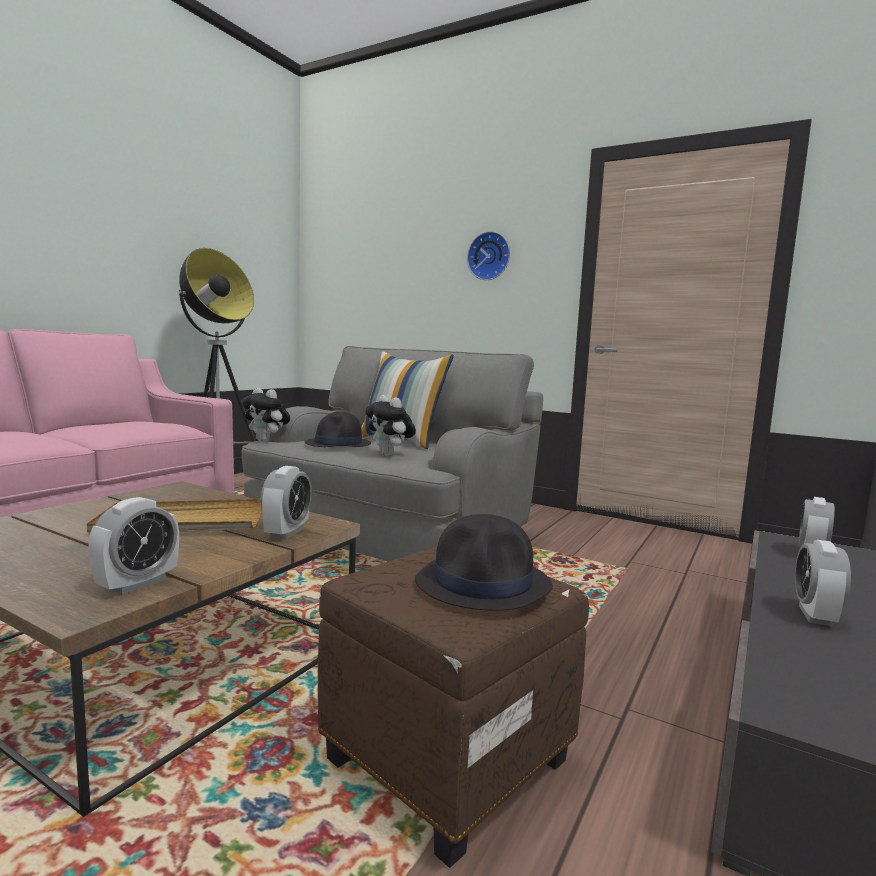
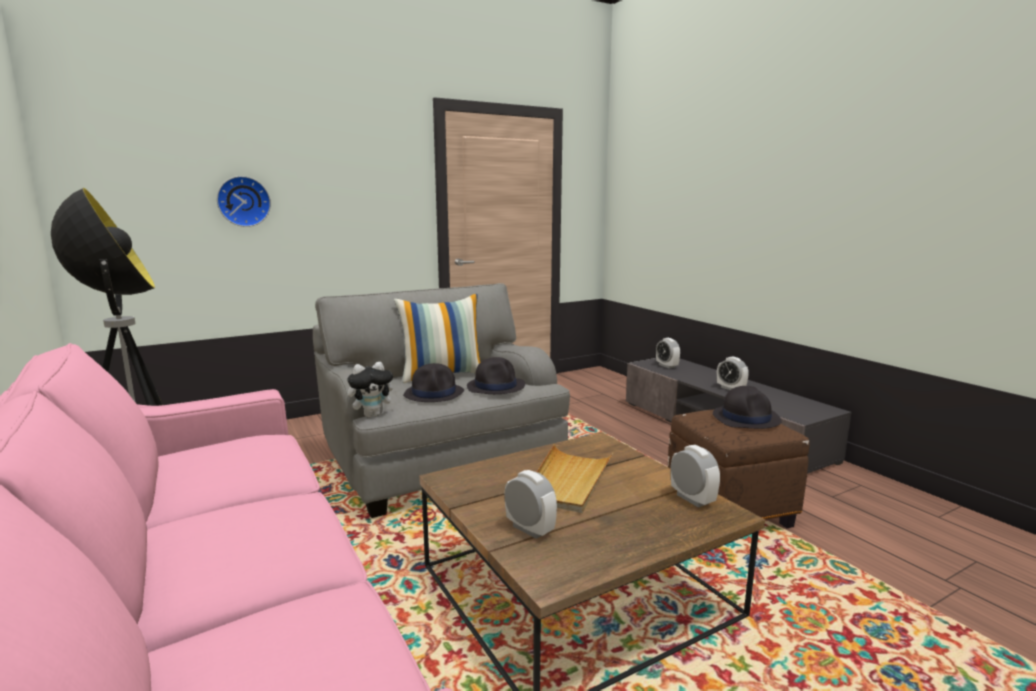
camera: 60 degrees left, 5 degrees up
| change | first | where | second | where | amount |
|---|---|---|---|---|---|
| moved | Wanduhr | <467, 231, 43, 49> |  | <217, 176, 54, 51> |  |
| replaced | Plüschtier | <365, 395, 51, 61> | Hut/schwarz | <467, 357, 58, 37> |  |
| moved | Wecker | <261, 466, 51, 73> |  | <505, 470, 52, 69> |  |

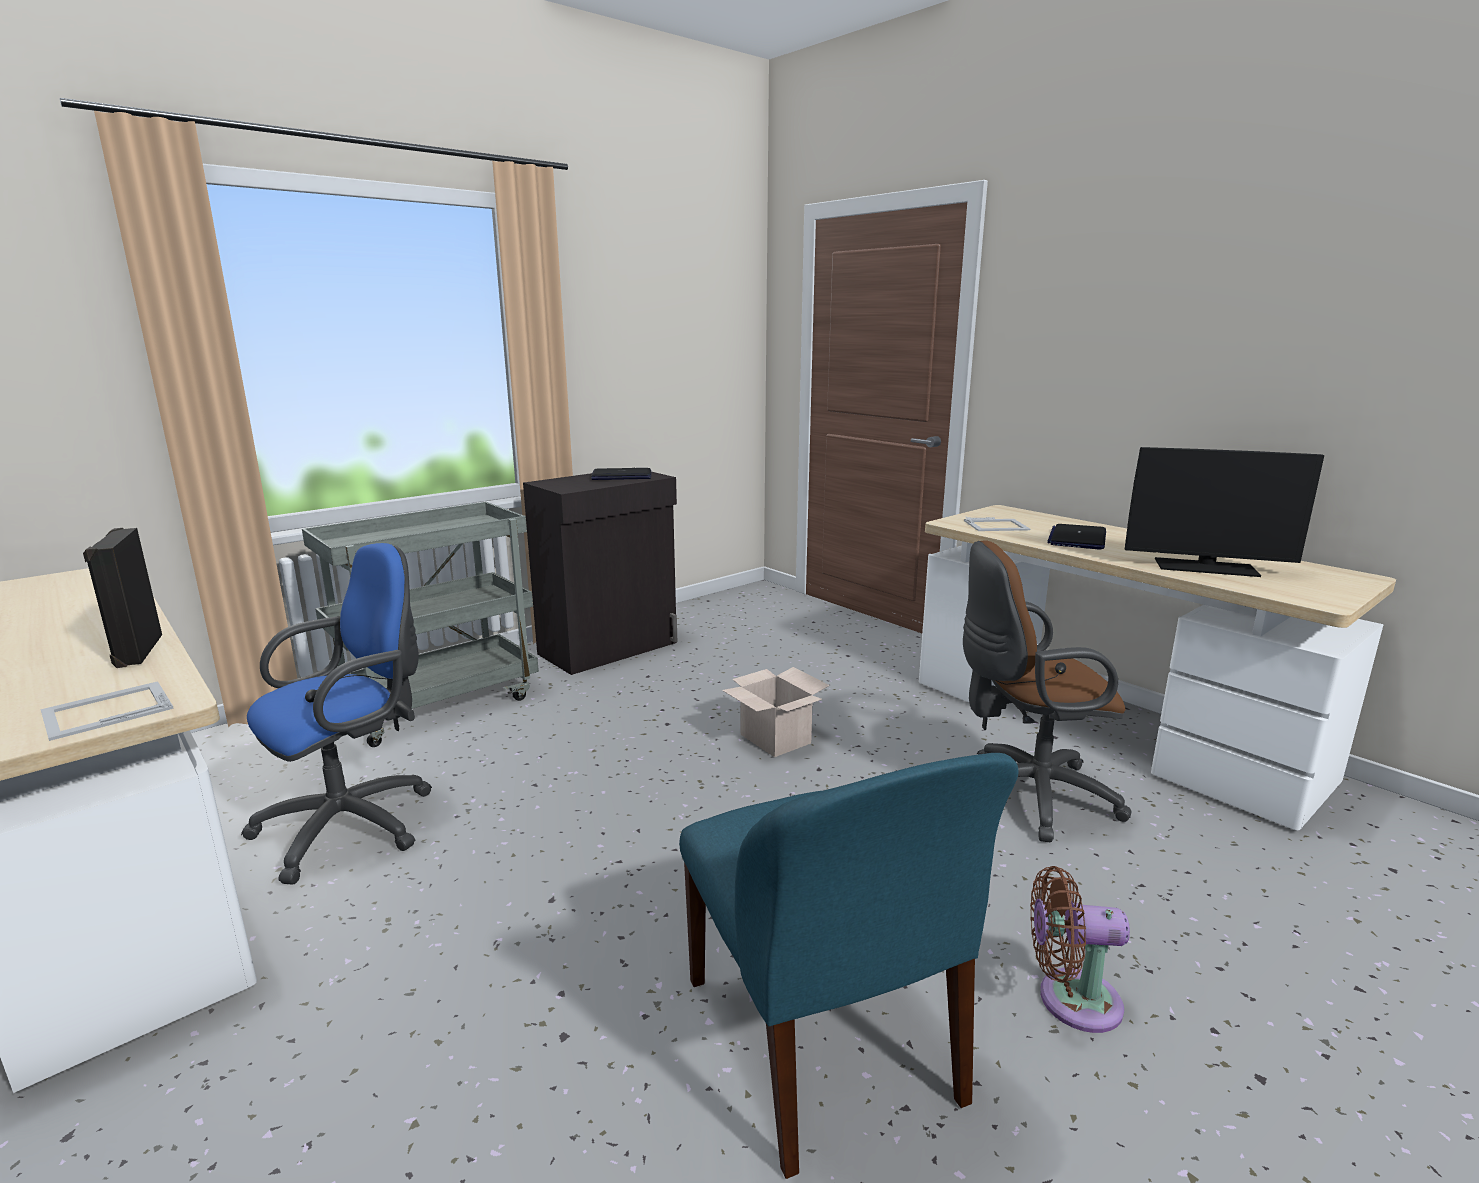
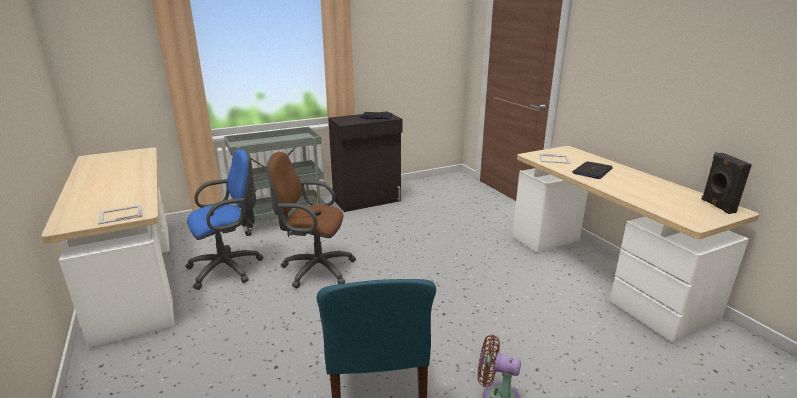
camera: 15 degrees right, 5 degrees up
| change | first | where | second | where | amount |
|---|---|---|---|---|---|
| moved | Bürostuhl/braun | <963, 540, 168, 302> |  | <267, 152, 89, 136> |  |
| moved | Lautsprecher/schwarz | <83, 528, 79, 140> |  | <702, 152, 50, 62> |  |
| removed | Karton | <722, 667, 108, 90> |  |  |  |
| removed | Monitor | <1125, 447, 199, 130> |  |  |  |

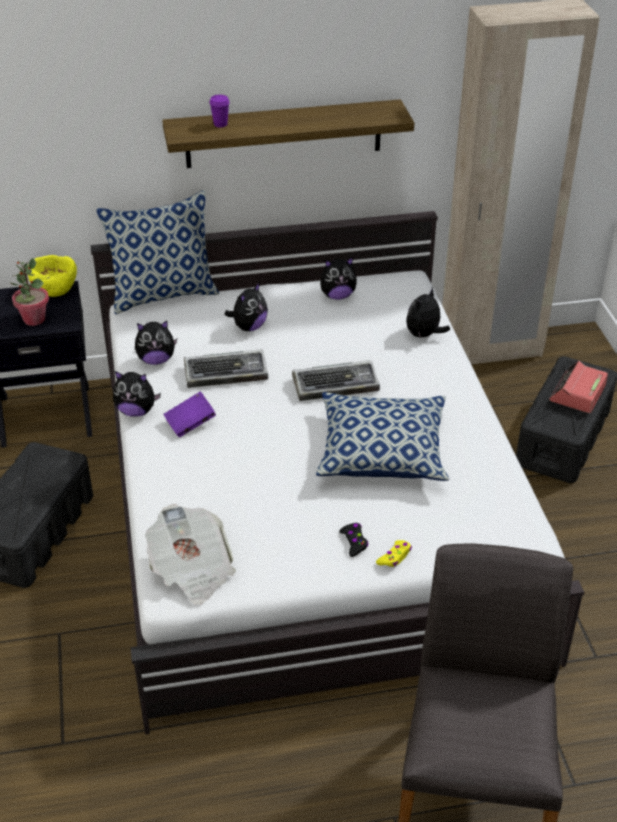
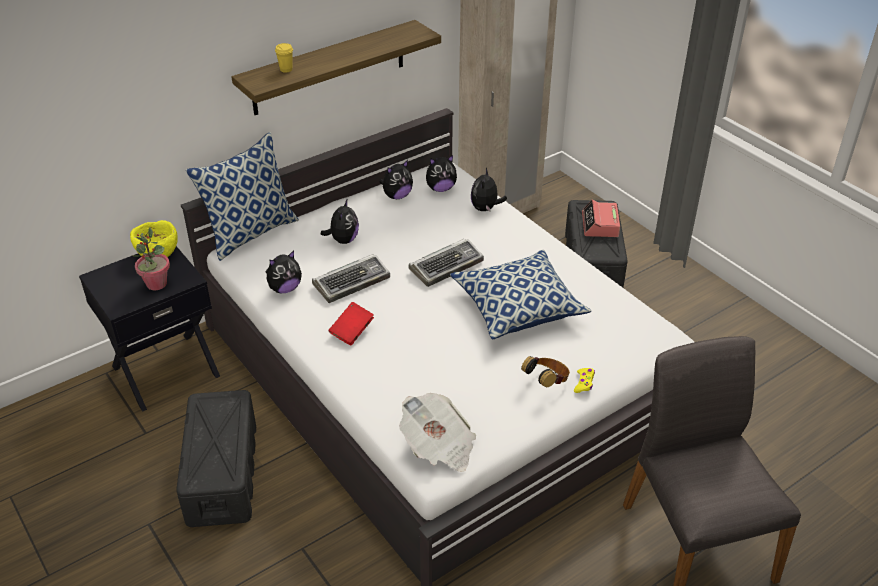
camera: 25 degrees left, 0 degrees up
| change | first | where | second | where | amount |
|---|---|---|---|---|---|
| recoloured | Tasse/lila | <209, 95, 21, 32> | Tasse/gelb | <275, 43, 18, 30> |  |
| recoloured | Buch/lila | <164, 392, 52, 45> | Buch/rot | <328, 302, 46, 43> |  |
| moved | Plüschtier | <113, 371, 48, 46> |  | <426, 155, 31, 37> |  |
| replaced | Gamepad/schwarz | <339, 523, 29, 34> | Kopfhörer | <521, 356, 49, 31> |  |

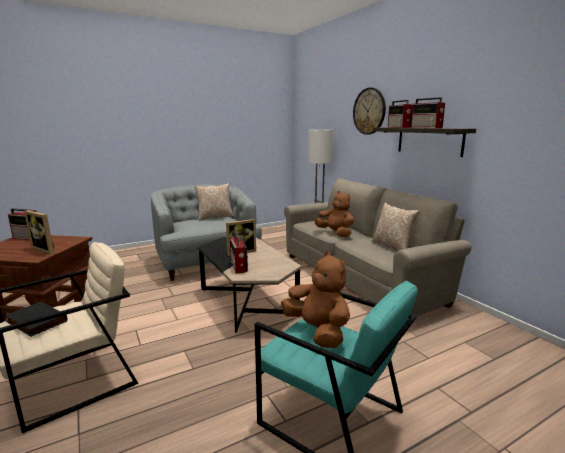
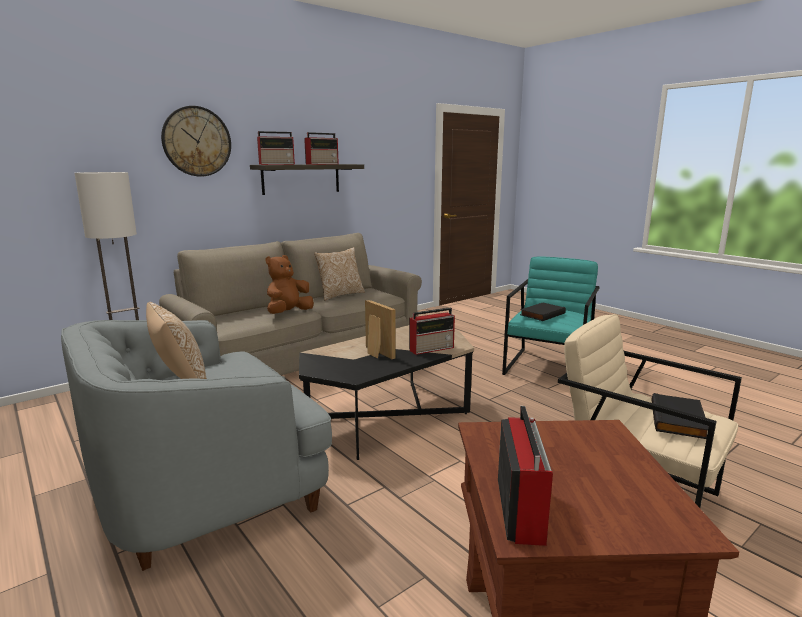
camera: 100 degrees left, 0 degrees up
| change | first | where | second | where | amount |
|---|---|---|---|---|---|
| replaced | Plüschtier/braun | <281, 252, 69, 96> | Buch/schwarz | <520, 303, 46, 18> |  |
| removed | Bilderrahmen | <24, 210, 31, 45> |  |  |  |

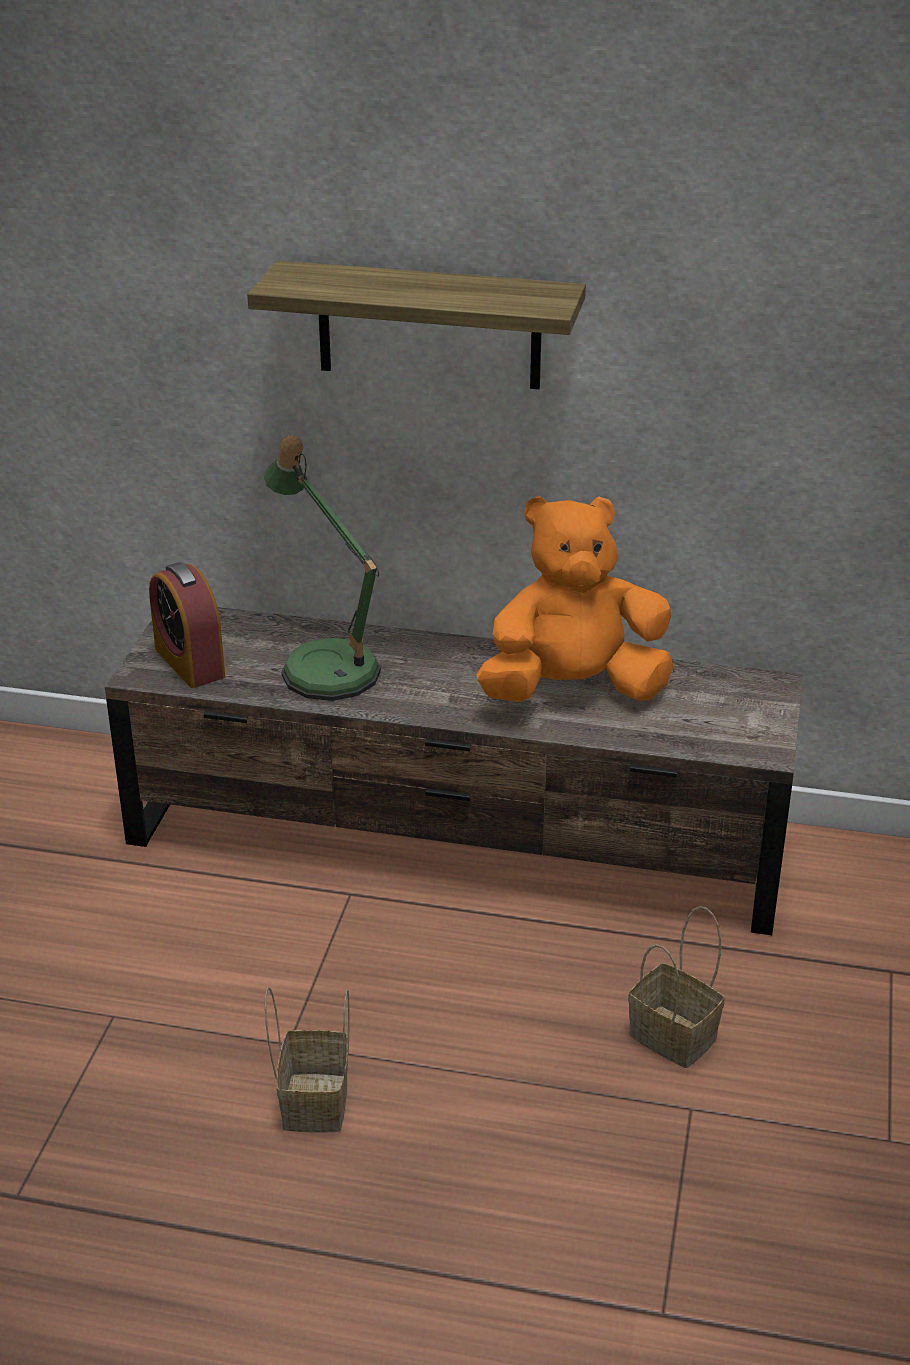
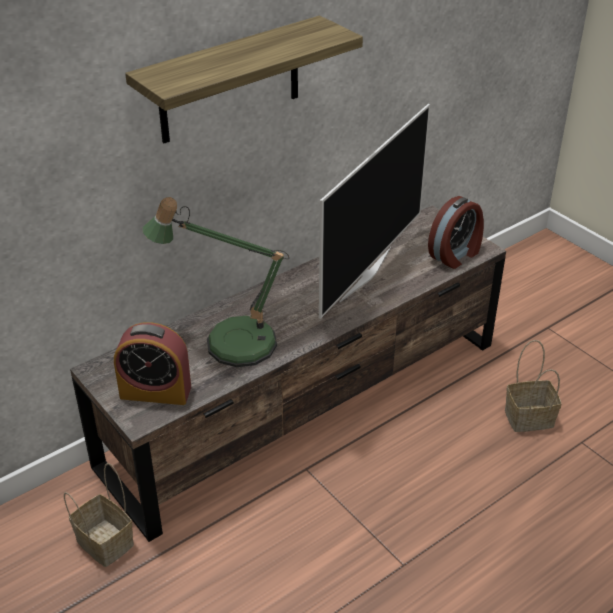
camera: 50 degrees left, 5 degrees up
| change | first | where | second | where | amount |
|---|---|---|---|---|---|
| moved | Korb | <265, 986, 85, 147> |  | <64, 463, 70, 104> |  |
| replaced | Plüschtier/orange | <476, 496, 197, 206> | Fernseher | <319, 104, 111, 215> |  |
| added |  |  | Wecker | <428, 196, 56, 73> |  |

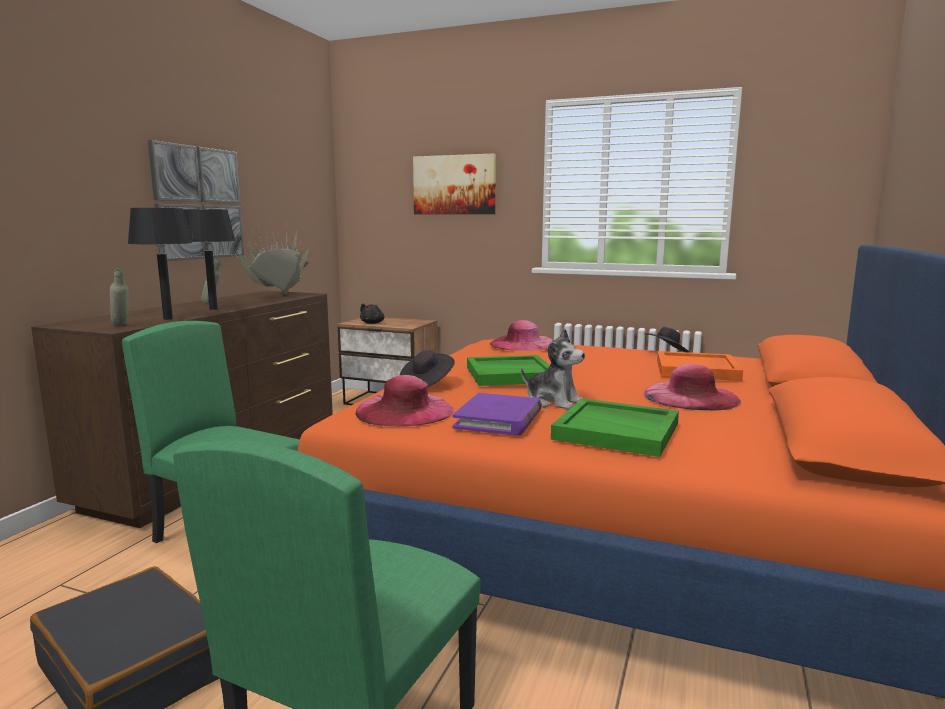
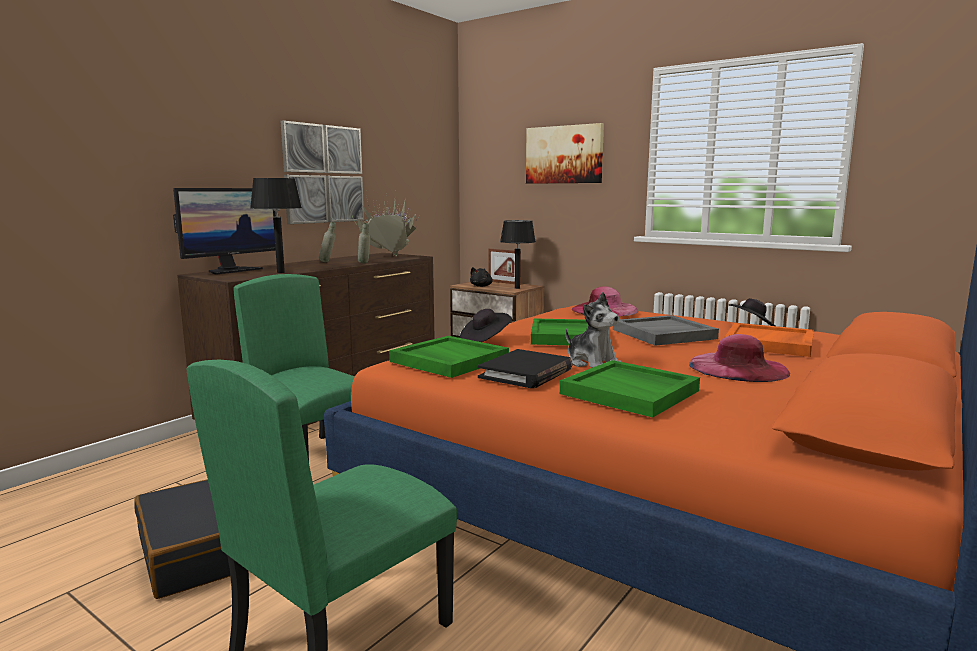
camera: 15 degrees right, 0 degrees up
| change | first | where | second | where | amount |
|---|---|---|---|---|---|
| added |  |  | Monitor | <173, 188, 103, 87> |  |
| moved | Flasche/grau | <110, 269, 18, 57> |  | <358, 223, 13, 40> |  |
| replaced | Hut/rosa | <356, 375, 98, 52> | Tablett/grün | <389, 336, 120, 42> |  |
| recoloured | Buch/lila | <452, 393, 90, 43> | Buch/schwarz | <478, 349, 94, 39> |  |
| added |  |  | Bilderrahmen | <488, 249, 33, 36> |  |
| moved | Tischlampe/schwarz | <183, 209, 53, 101> |  | <500, 220, 36, 69> |  |
| added |  |  | Tablett/grau | <613, 315, 106, 31> |  |

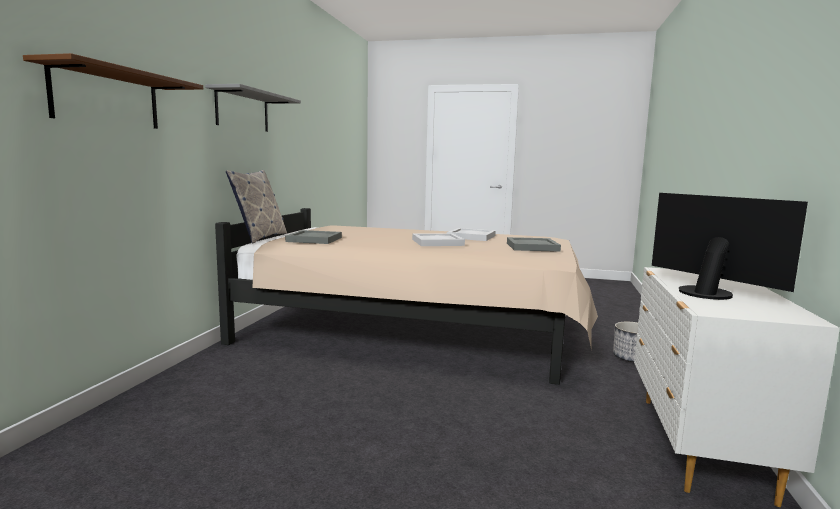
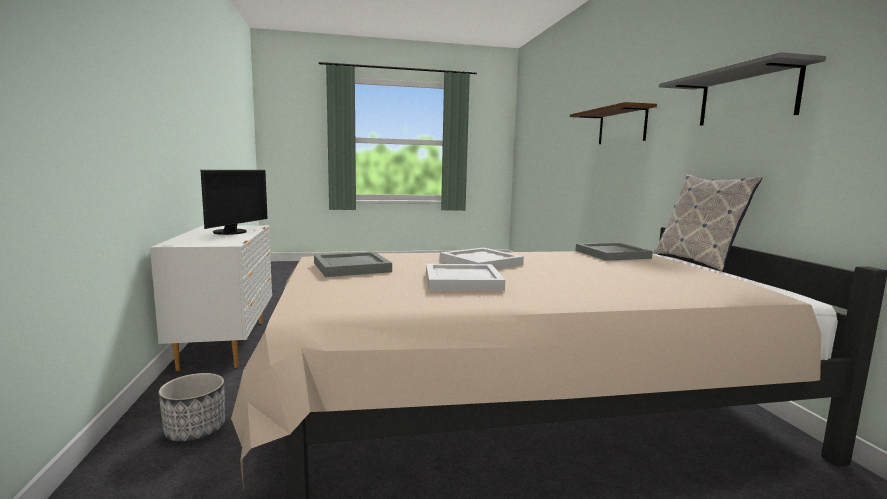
camera: 155 degrees right, 0 degrees up
| change | first | where | second | where | amount |
|---|---|---|---|---|---|
| turned | Monitor | <652, 193, 156, 107> |  | <200, 170, 68, 65> | 105 degrees counterclockwise |

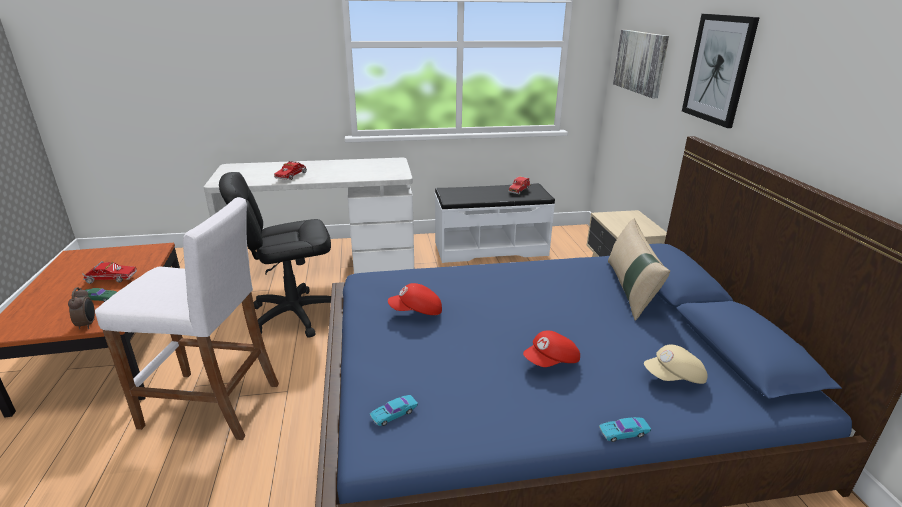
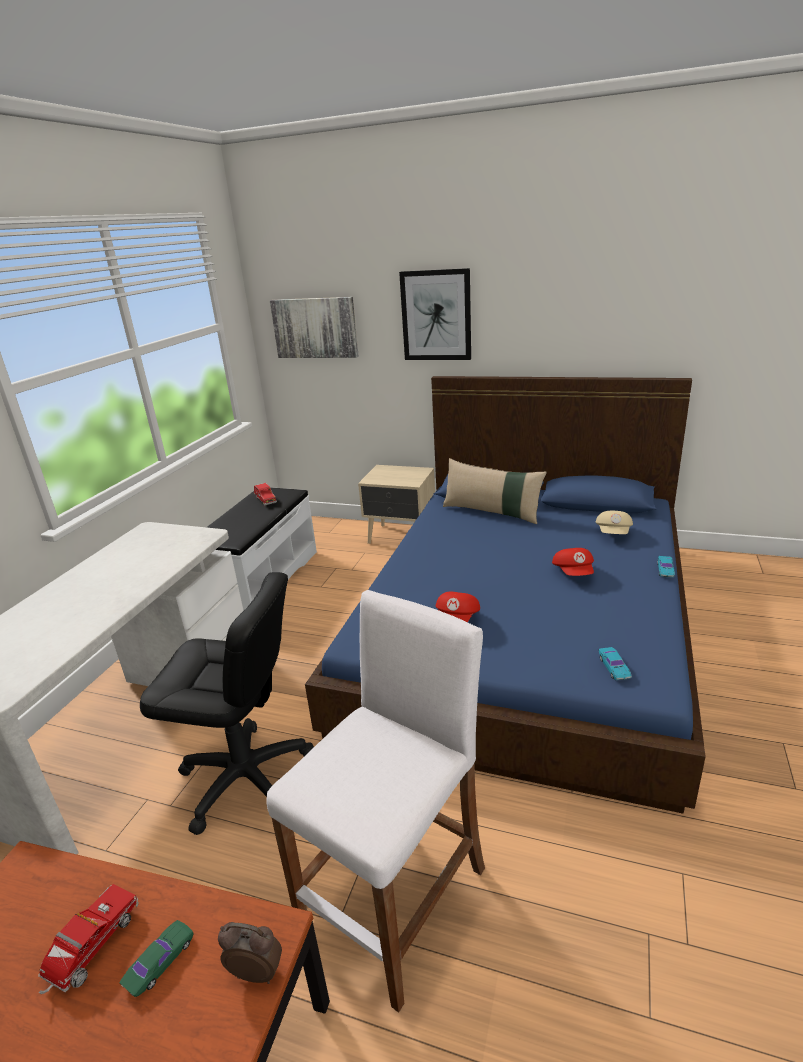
camera: 60 degrees left, 0 degrees up
| change | first | where | second | where | amount |
|---|---|---|---|---|---|
| turned | Bürostuhl/schwarz | <219, 172, 112, 166> |  | <140, 572, 174, 263> | 90 degrees counterclockwise |
| removed | Spielzeuglaster | <274, 161, 33, 19> |  |  |  |

